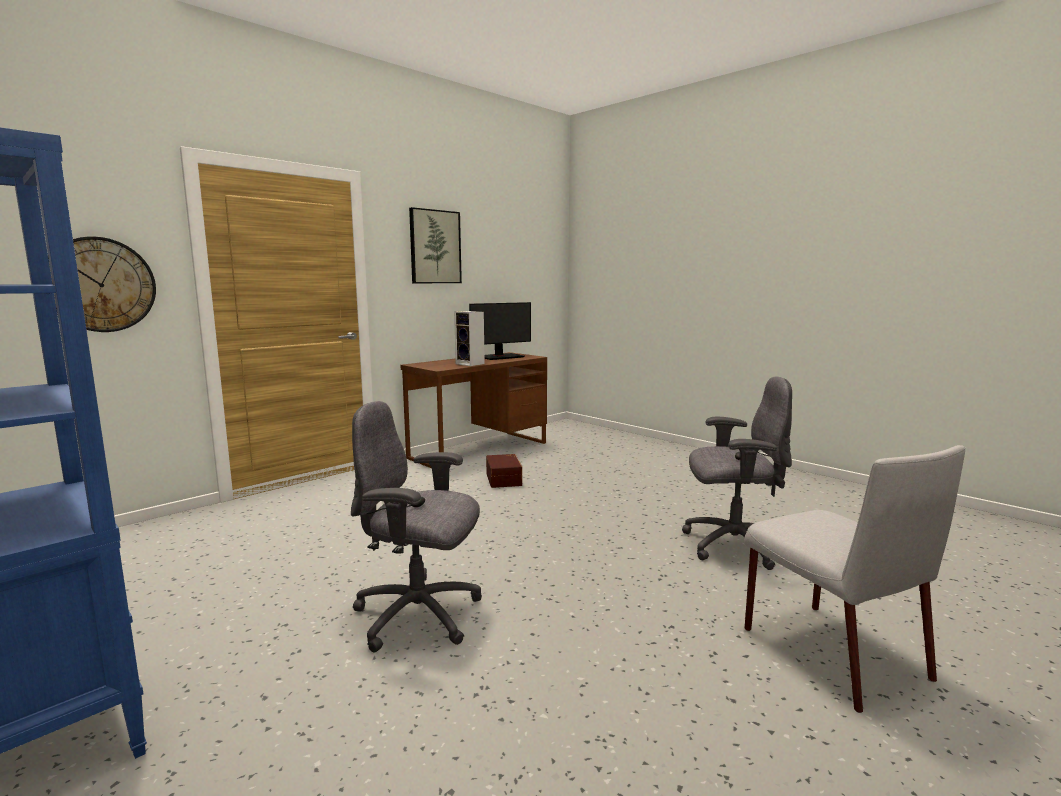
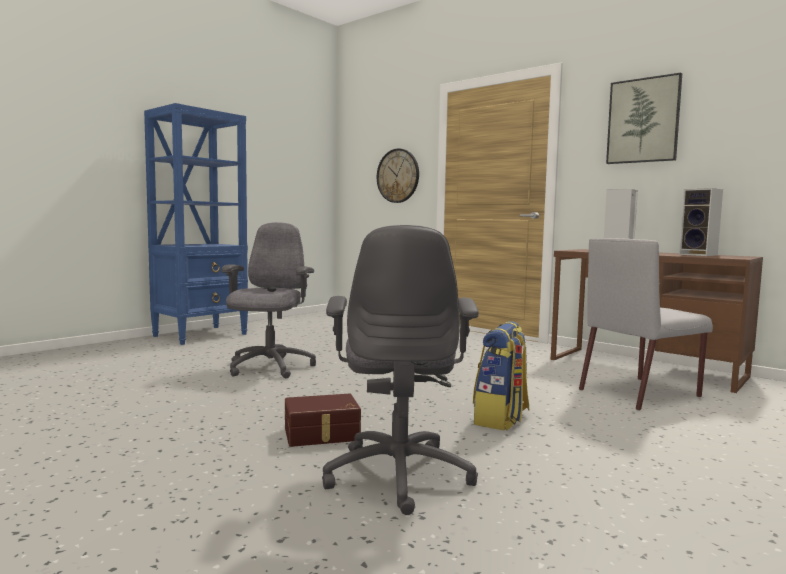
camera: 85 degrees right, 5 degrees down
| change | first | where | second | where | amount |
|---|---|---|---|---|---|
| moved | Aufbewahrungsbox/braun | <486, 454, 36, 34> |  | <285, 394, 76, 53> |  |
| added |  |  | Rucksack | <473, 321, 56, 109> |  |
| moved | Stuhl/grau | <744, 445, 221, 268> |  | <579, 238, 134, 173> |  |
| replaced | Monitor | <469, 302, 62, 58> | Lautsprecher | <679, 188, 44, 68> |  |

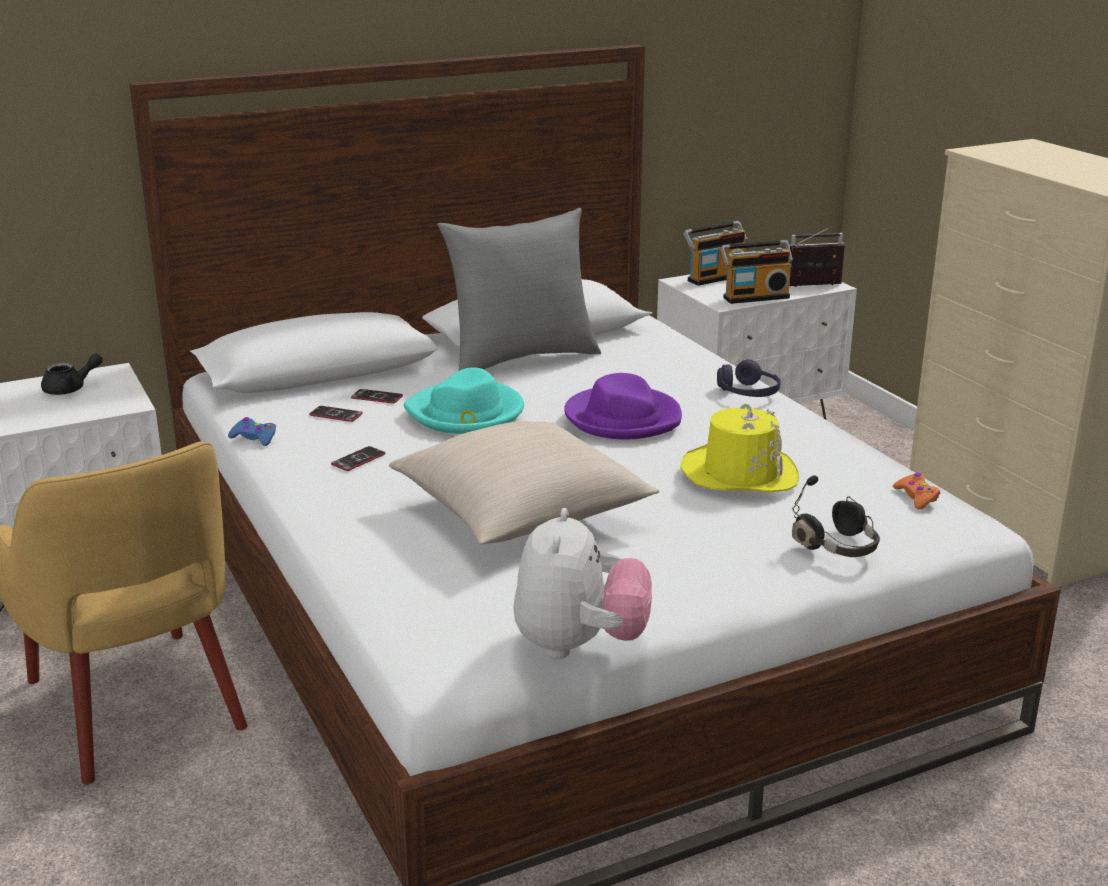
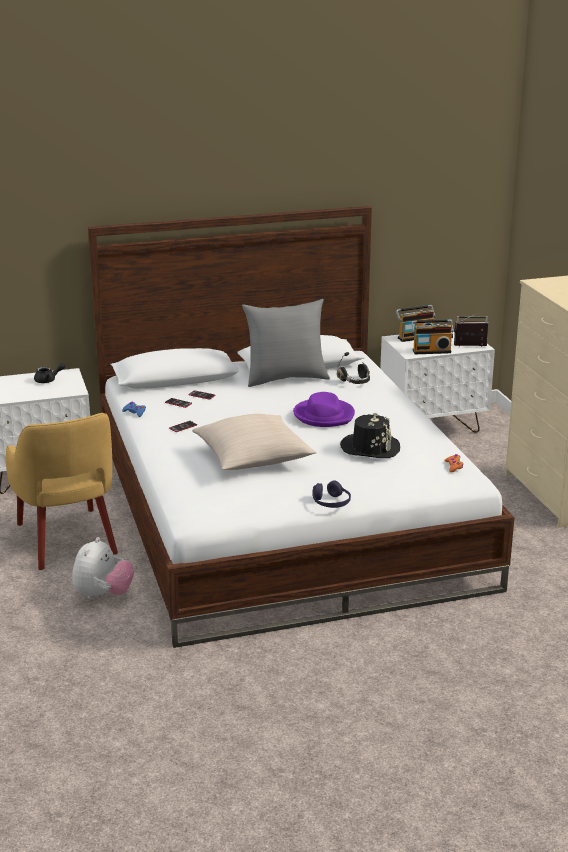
camera: 10 degrees right, 0 degrees up
| change | first | where | second | where | amount |
|---|---|---|---|---|---|
| moved | Plüschtier | <513, 508, 139, 151> |  | <72, 537, 62, 63> |  |
| moved | Kopfhörer/lila | <717, 359, 64, 38> |  | <312, 480, 39, 28> |  |
| moved | Kopfhörer/schwarz | <792, 475, 88, 82> |  | <337, 352, 33, 32> |  |
| recoloured | Hut/gelb | <680, 403, 119, 89> | Hut/schwarz | <340, 413, 60, 45> |  |
| removed | Hut/türkis | <404, 367, 120, 67> |  |  |  |

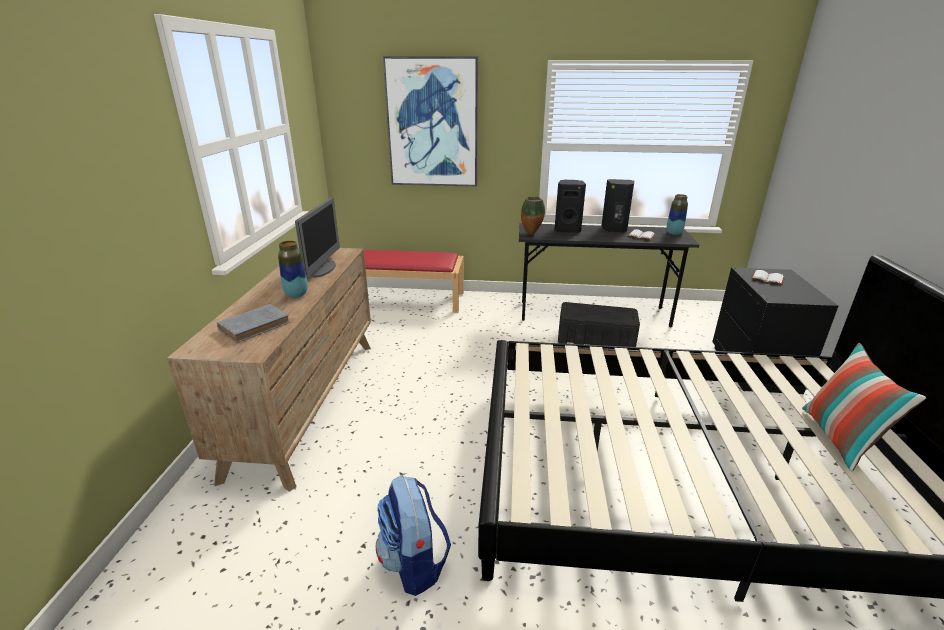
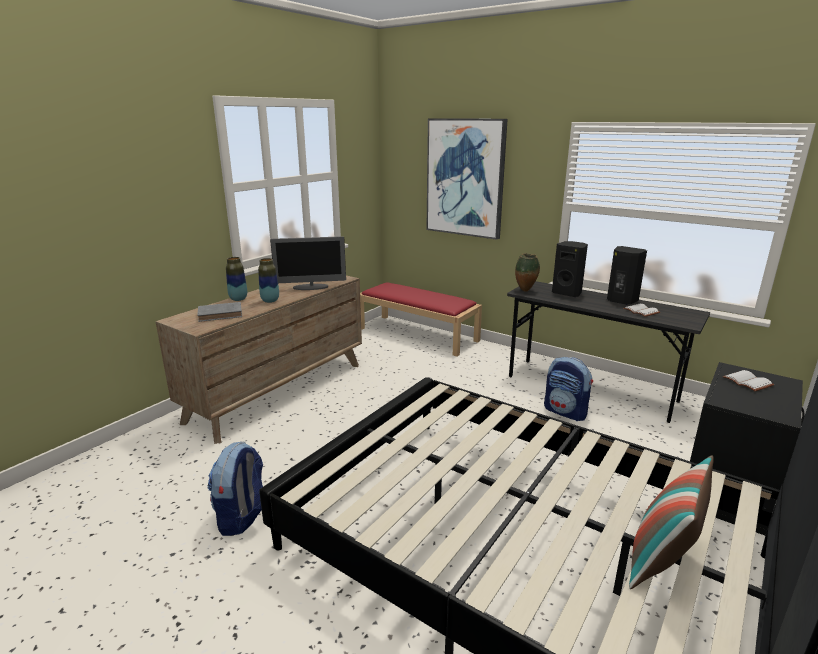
camera: 30 degrees right, 5 degrees down
| change | first | where | second | where | amount |
|---|---|---|---|---|---|
| moved | Vase | <667, 194, 21, 41> |  | <226, 257, 21, 44> |  |
| turned | Monitor | <295, 198, 45, 80> |  | <270, 236, 76, 54> | 45 degrees clockwise |
| replaced | Aufbewahrungsbox/schwarz | <558, 302, 82, 45> | Rucksack | <544, 357, 49, 64> |  |

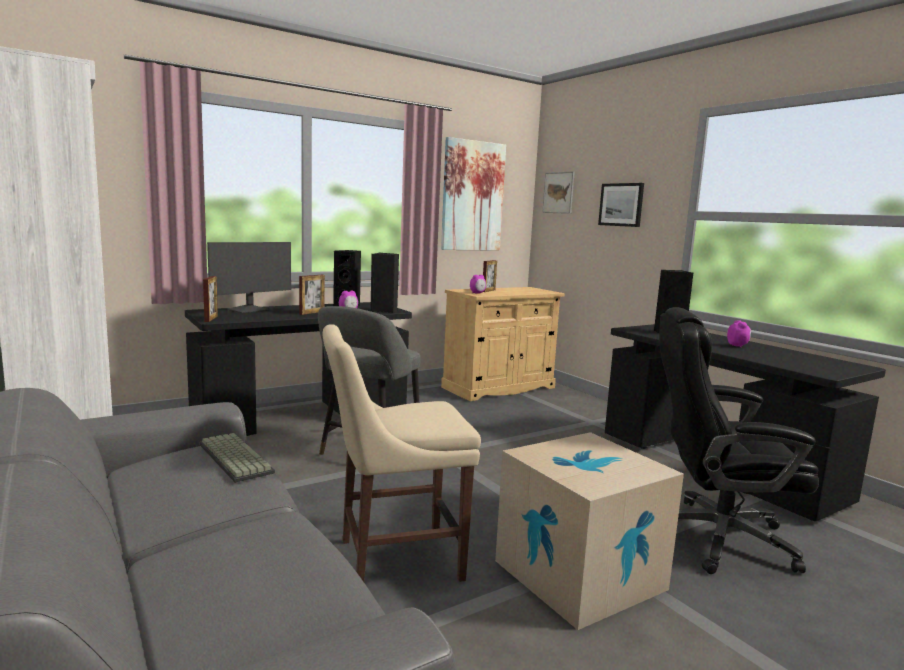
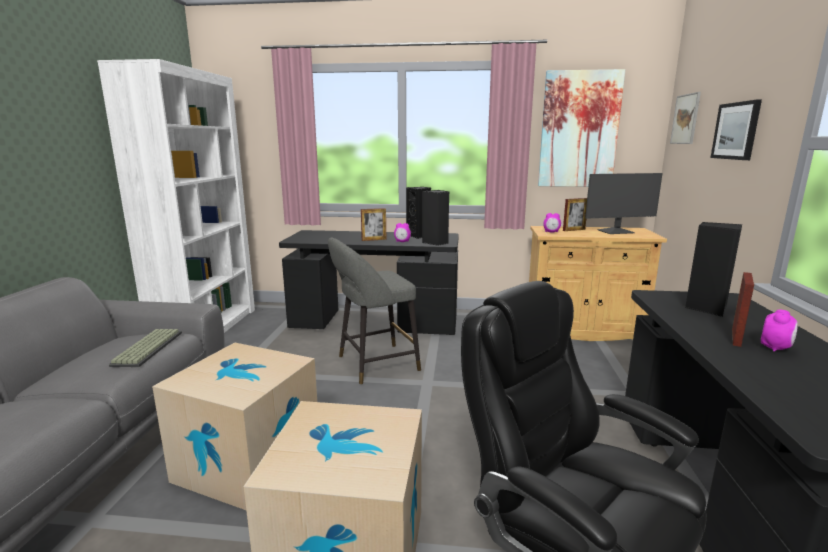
camera: 40 degrees right, 5 degrees up
| change | first | where | second | where | amount |
|---|---|---|---|---|---|
| replaced | Stuhl/beige | <323, 324, 158, 258> | Karton | <152, 343, 165, 167> |  |
| moved | Monitor | <207, 242, 84, 71> |  | <585, 173, 78, 61> |  |
| moved | Bilderrahmen | <203, 276, 15, 46> |  | <732, 272, 22, 75> |  |

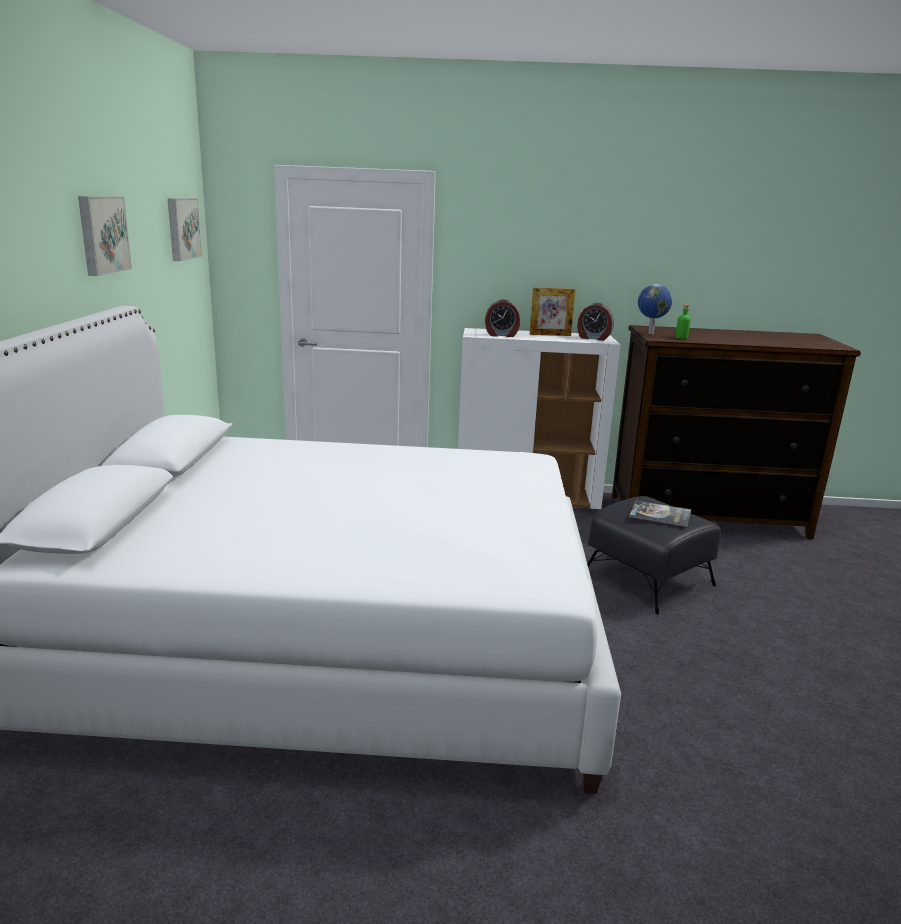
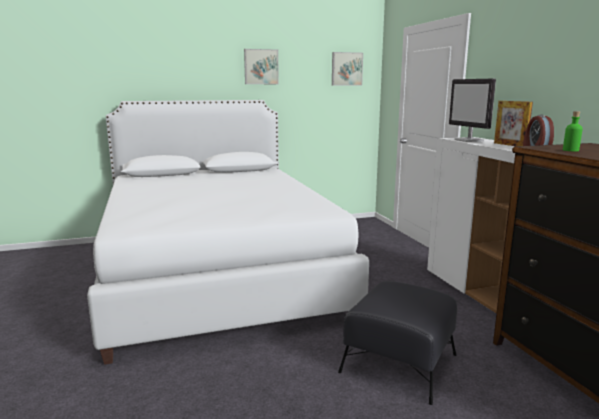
camera: 70 degrees right, 5 degrees down
| change | first | where | second | where | amount |
|---|---|---|---|---|---|
| replaced | Wecker | <485, 299, 35, 38> | Monitor | <449, 79, 47, 63> |  |
| removed | Buch | <629, 501, 62, 26> |  |  |  |
| removed | Globus | <638, 284, 34, 50> |  |  |  |

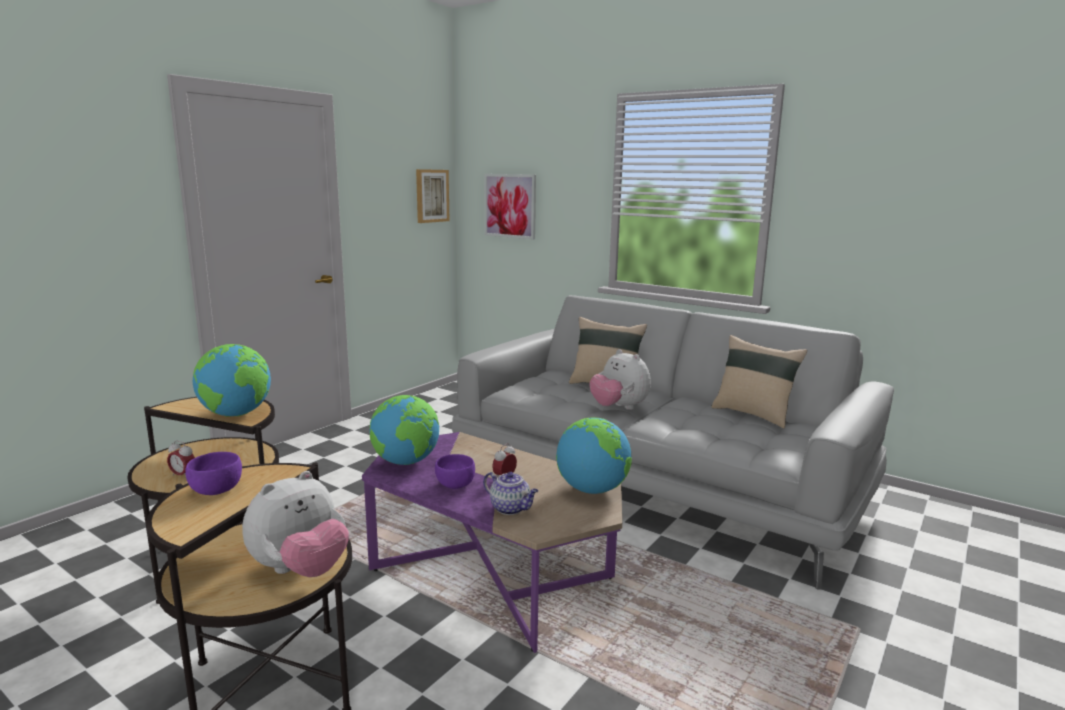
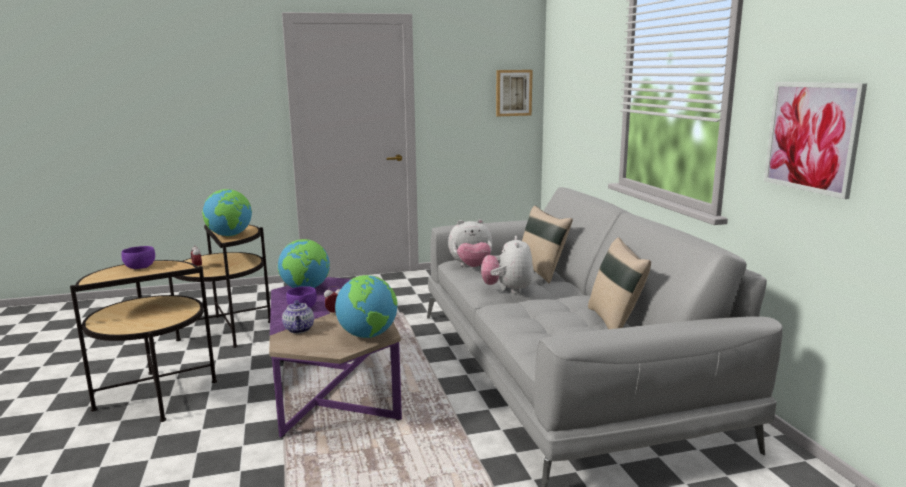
camera: 40 degrees right, 0 degrees up
| change | first | where | second | where | amount |
|---|---|---|---|---|---|
| moved | Plüschtier | <242, 471, 107, 106> |  | <448, 219, 44, 48> |  |
| moved | Bild | <484, 174, 52, 65> |  | <764, 82, 103, 117> |  |

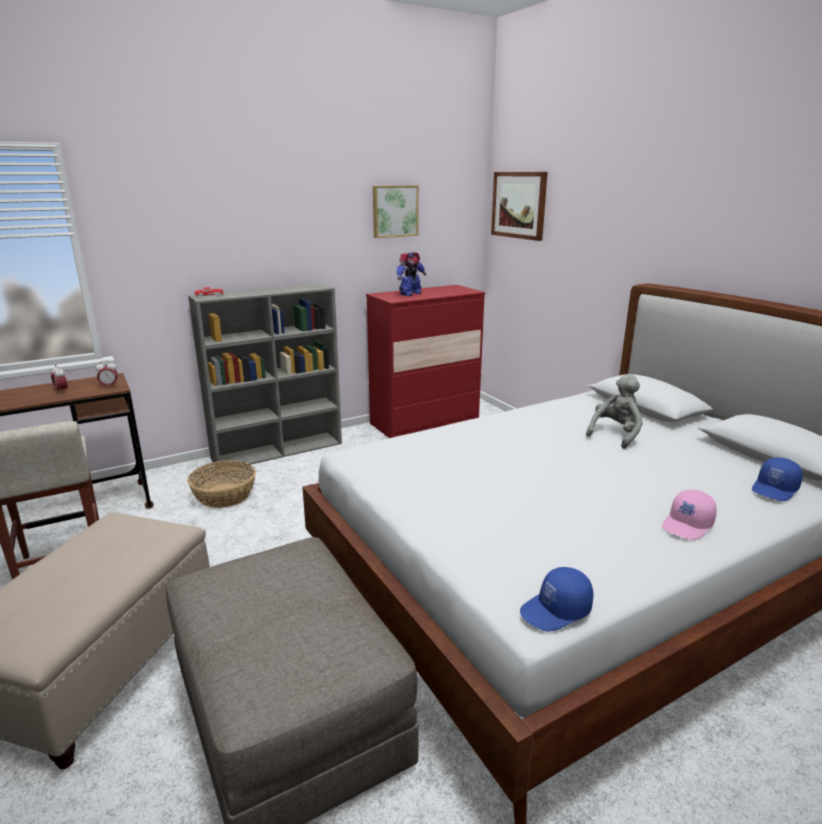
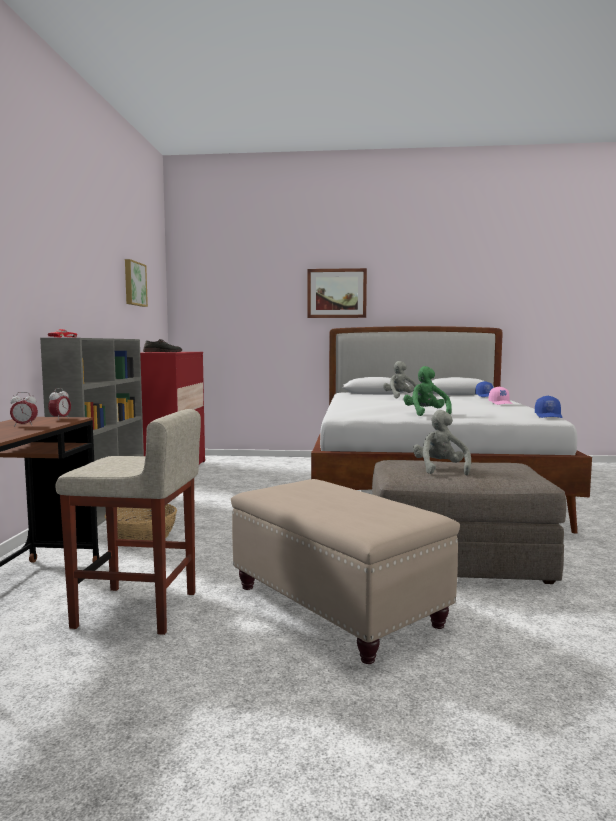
camera: 55 degrees left, 15 degrees down
| change | first | where | second | where | amount |
|---|---|---|---|---|---|
| replaced | Spielzeugroboter | <397, 252, 29, 44> | Schuh/grau | <143, 339, 39, 13> |  |
| moved | Bild | <491, 172, 57, 69> |  | <307, 268, 60, 50> |  |
| added |  |  | Plüschtier/grün | <404, 366, 48, 50> |  |
| added |  |  | Plüschtier/grau | <413, 410, 58, 65> |  |

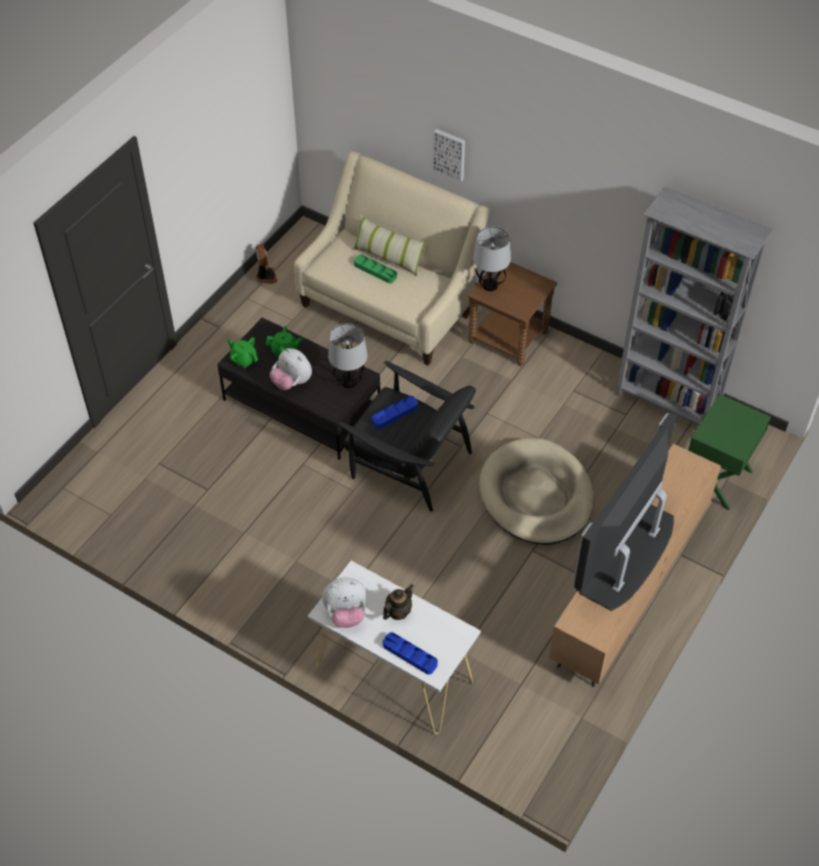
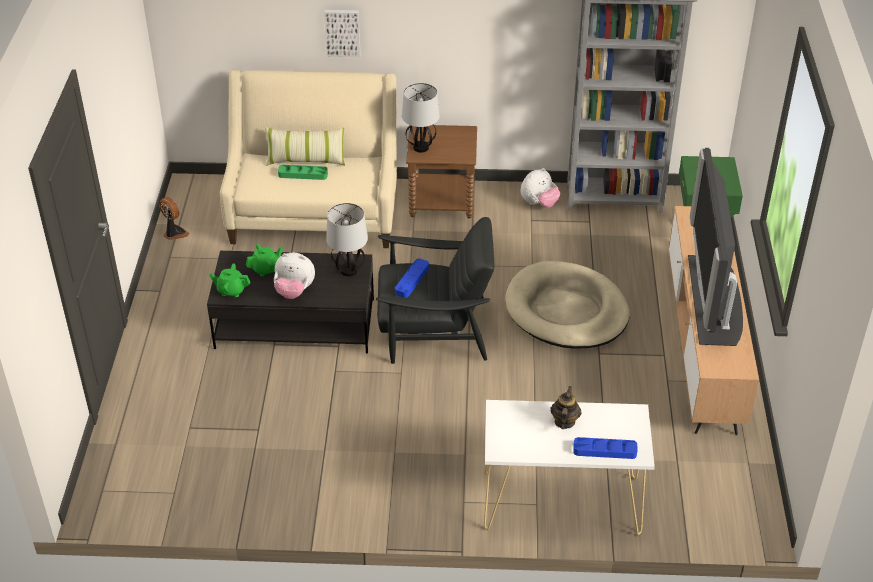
camera: 30 degrees left, 10 degrees down
| change | first | where | second | where | amount |
|---|---|---|---|---|---|
| moved | Plüschtier | <322, 577, 44, 51> |  | <521, 168, 39, 40> |  |

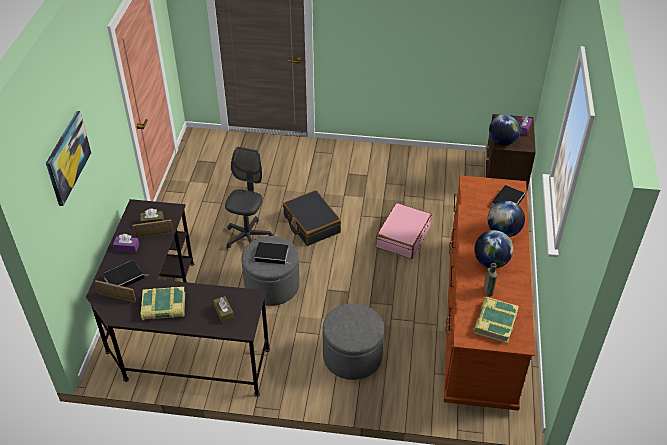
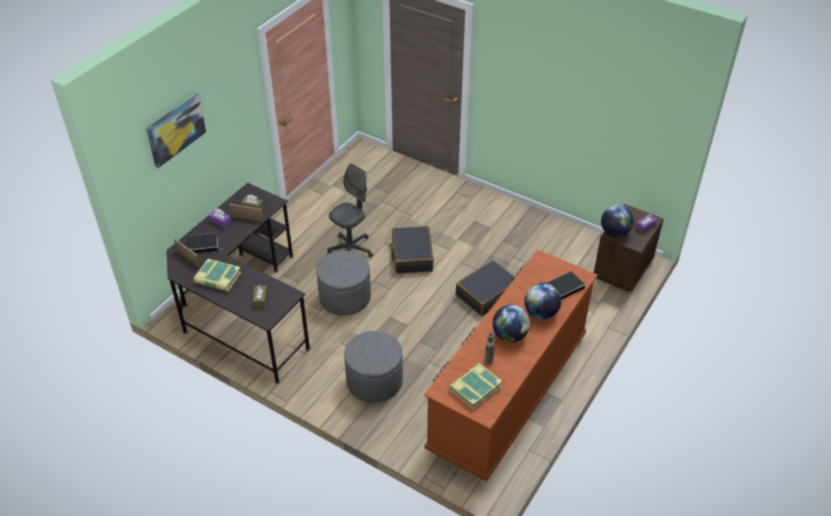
camera: 25 degrees right, 0 degrees up
| change | first | where | second | where | amount |
|---|---|---|---|---|---|
| recoloured | Koffer/rosa | <376, 203, 56, 56> | Koffer/schwarz | <456, 260, 59, 56> |  |
| removed | Buch | <255, 242, 35, 22> |  |  |  |

